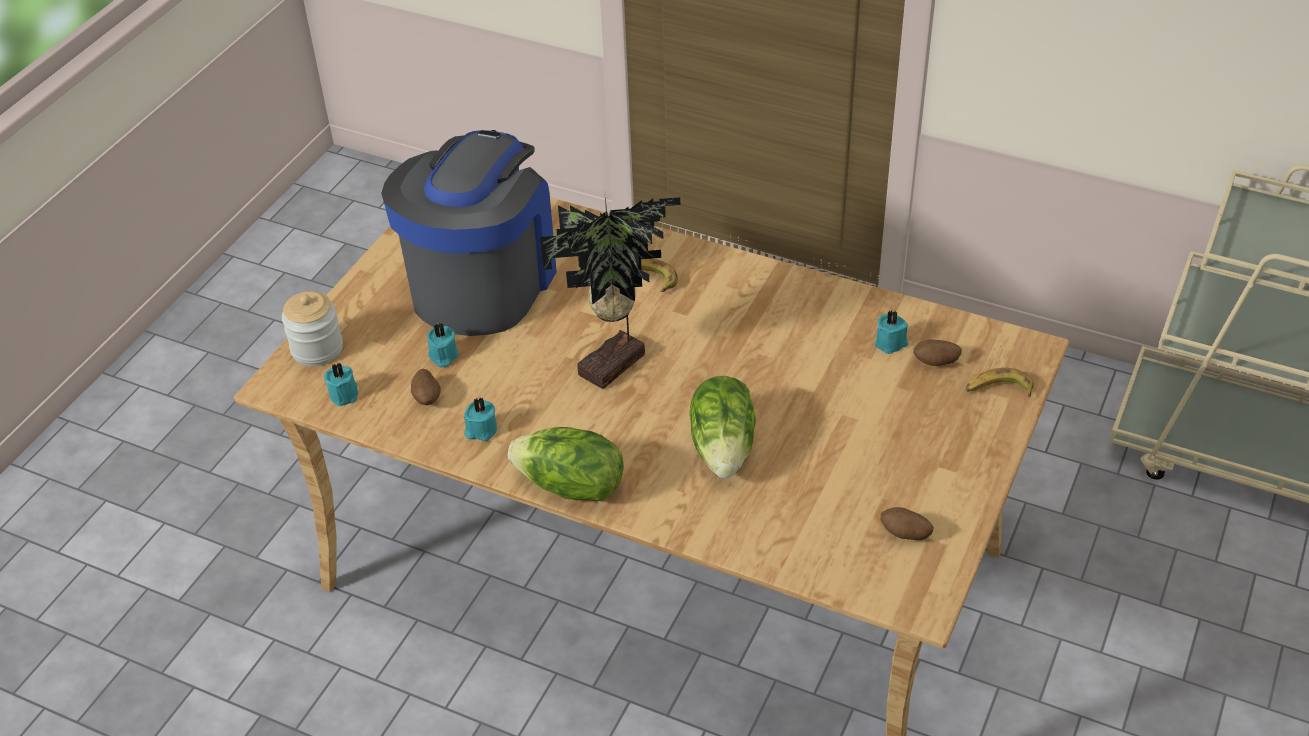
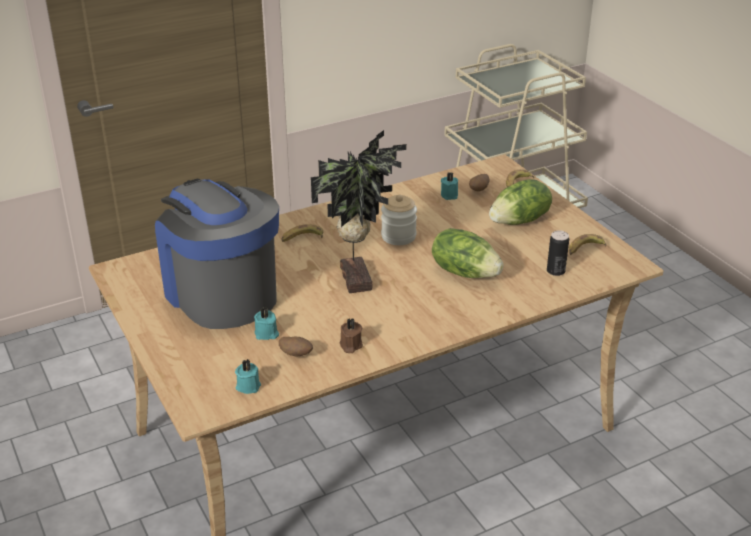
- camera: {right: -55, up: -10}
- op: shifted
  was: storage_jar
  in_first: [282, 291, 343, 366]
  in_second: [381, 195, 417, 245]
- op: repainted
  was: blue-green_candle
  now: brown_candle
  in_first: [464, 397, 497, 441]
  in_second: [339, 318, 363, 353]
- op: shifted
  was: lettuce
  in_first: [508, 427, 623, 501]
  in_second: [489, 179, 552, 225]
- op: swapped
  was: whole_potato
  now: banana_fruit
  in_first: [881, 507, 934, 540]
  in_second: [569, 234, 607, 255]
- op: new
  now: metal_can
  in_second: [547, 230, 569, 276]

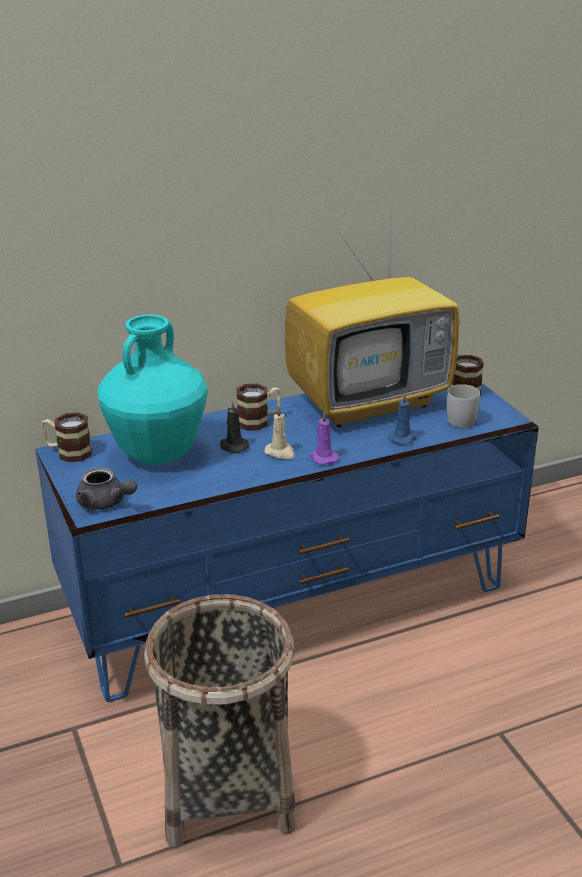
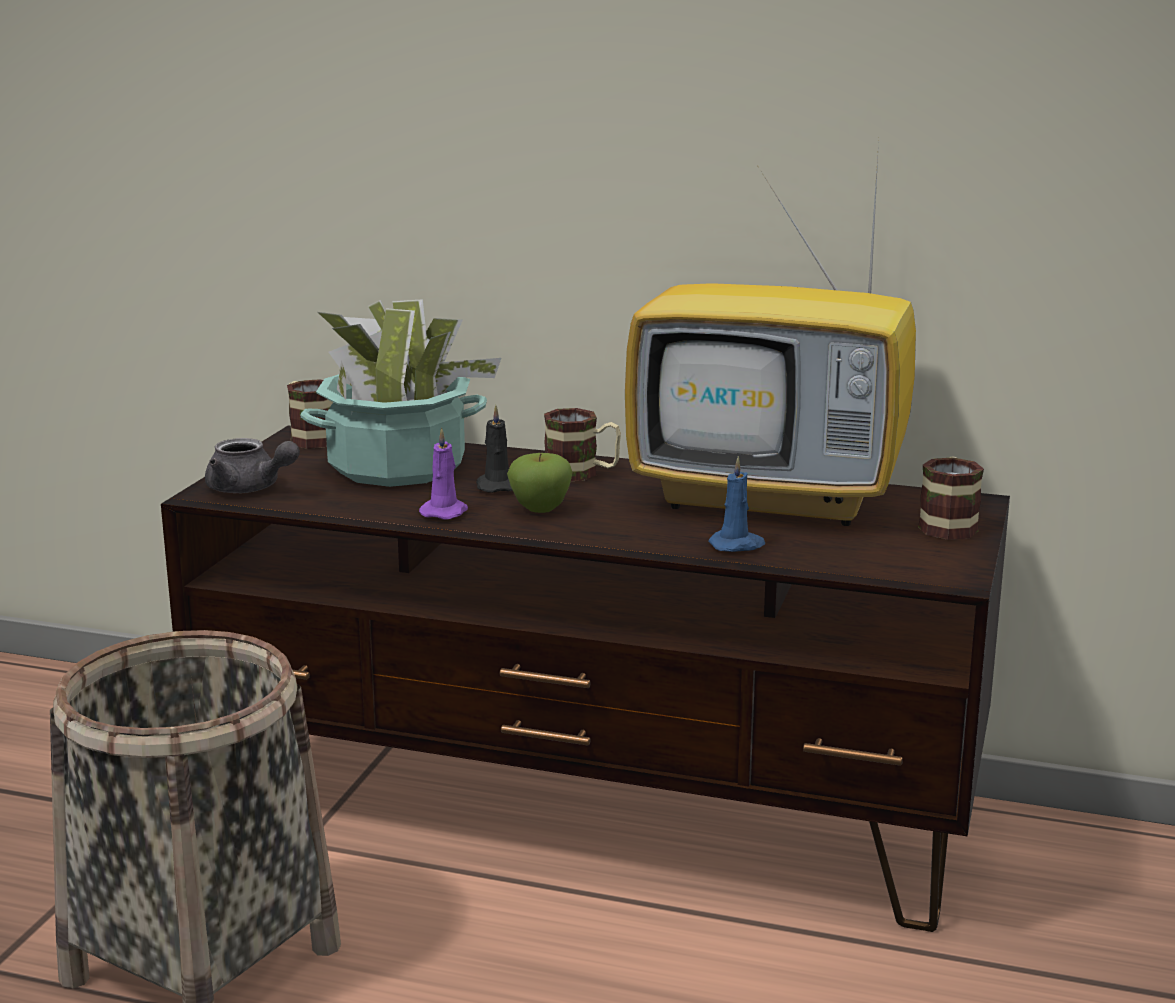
- camera: {right: 40, up: -10}
- op: swapped
  was: blue-green_flower_vase
  now: houseplant
  in_first: [97, 314, 208, 465]
  in_second: [300, 299, 501, 487]
- op: repainted
  was: bluish_media_console
  now: brown_media_console
  in_first: [35, 383, 539, 702]
  in_second: [161, 426, 1010, 932]
- op: gone
  was: white-coloured_mug
  in_first: [447, 384, 480, 428]
- op: swapped
  was: sand-coloured_candle
  now: apple
  in_first: [265, 406, 295, 459]
  in_second: [507, 453, 573, 513]
- op: shifted
  was: purple-coloured_candle
  in_first: [310, 411, 339, 465]
  in_second: [419, 428, 468, 520]
- op: rotated
  was: grey_pot_for_tea
  in_first: [76, 468, 137, 510]
  in_second: [205, 438, 300, 493]
  clockwise: -45

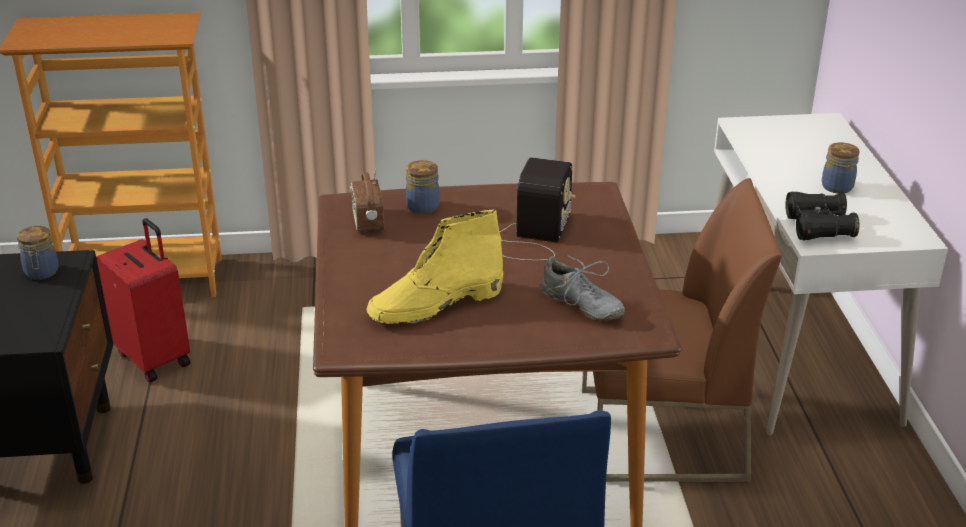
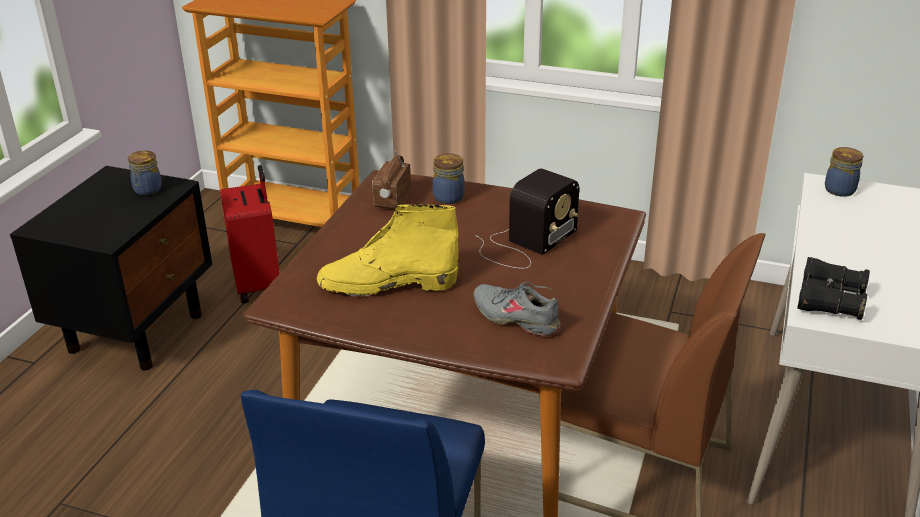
- camera: {right: 25, up: 0}
- op: shifted
  was: storage_jar
  in_first: [822, 142, 860, 194]
  in_second: [825, 147, 863, 197]
- op: rotated
  was: grey_low_shoe
  in_first: [541, 255, 625, 321]
  in_second: [474, 282, 561, 336]
  clockwise: 150

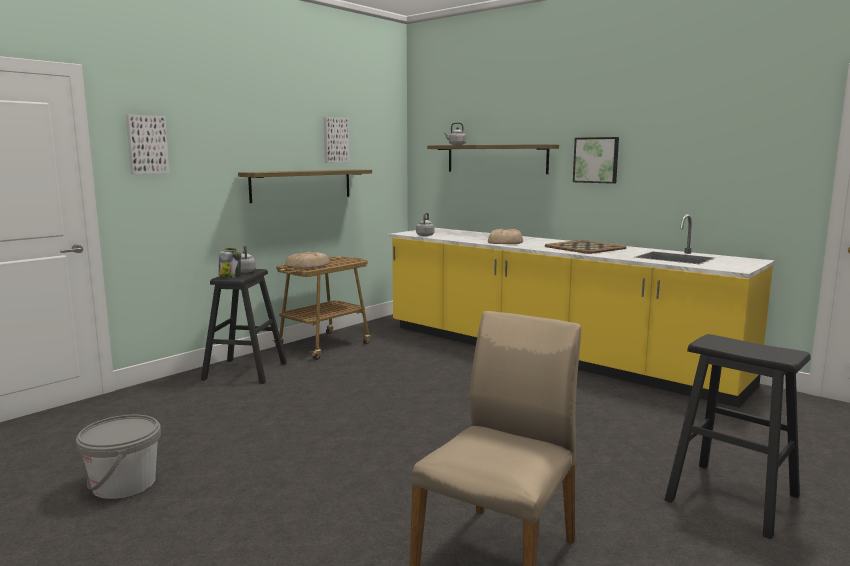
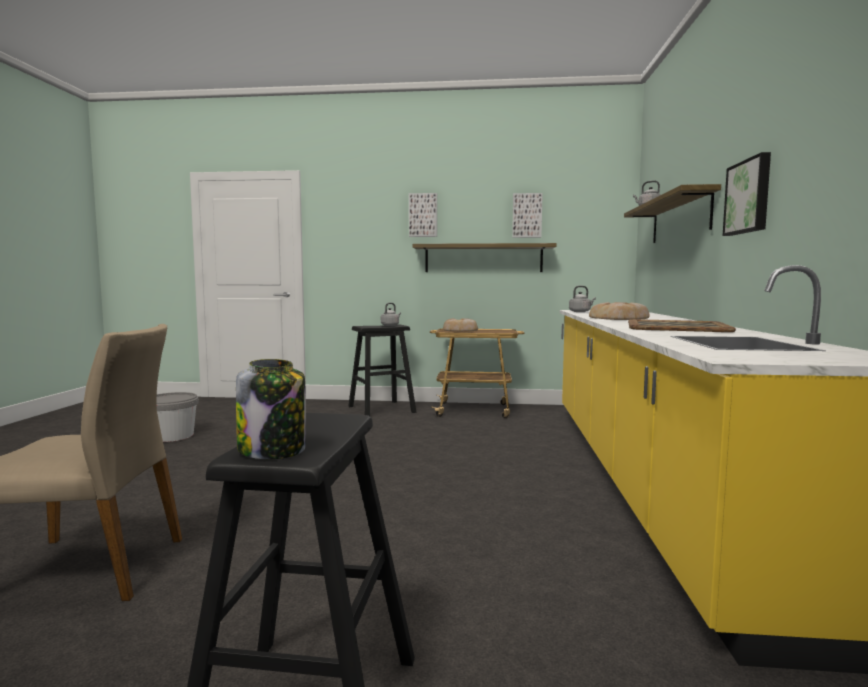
- camera: {right: 55, up: -5}
- op: shifted
  was: wall_art
  in_first: [126, 115, 170, 174]
  in_second: [409, 193, 437, 237]
- op: shifted
  was: storage_jar
  in_first: [219, 248, 241, 278]
  in_second: [236, 359, 306, 459]

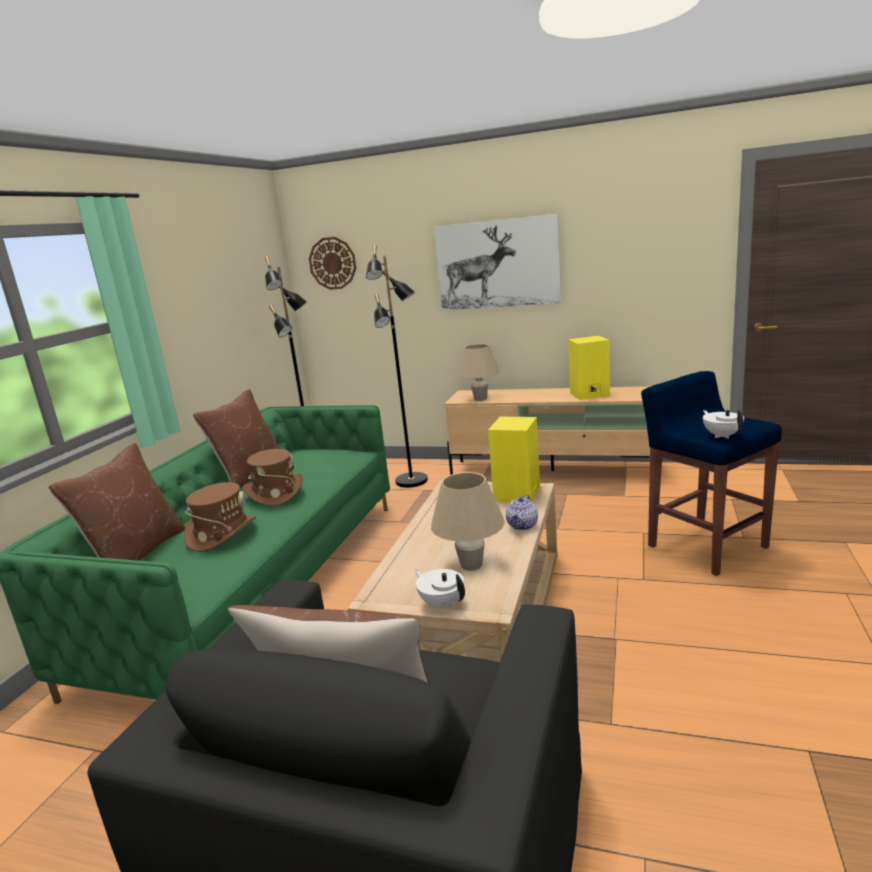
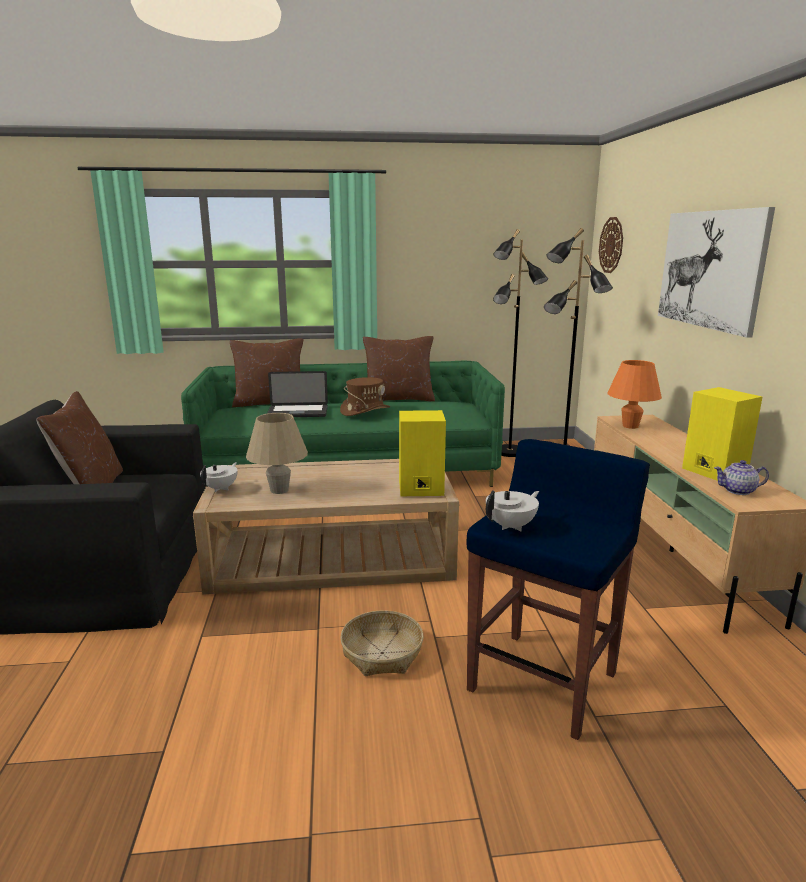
- camera: {right: 65, up: 0}
- op: repainted
  was: sand-coloured_table_lamp
  now: orange-coloured_table_lamp
  in_first: [458, 344, 500, 401]
  in_second: [607, 360, 662, 429]
- op: swapped
  was: brown_wearable_hat
  now: portable_computer
  in_first: [184, 482, 256, 552]
  in_second: [267, 371, 328, 417]
- op: shifted
  was: pot_for_tea
  in_first: [506, 495, 538, 530]
  in_second: [714, 460, 769, 495]
- op: new
  now: household_basket
  in_second: [341, 610, 424, 676]

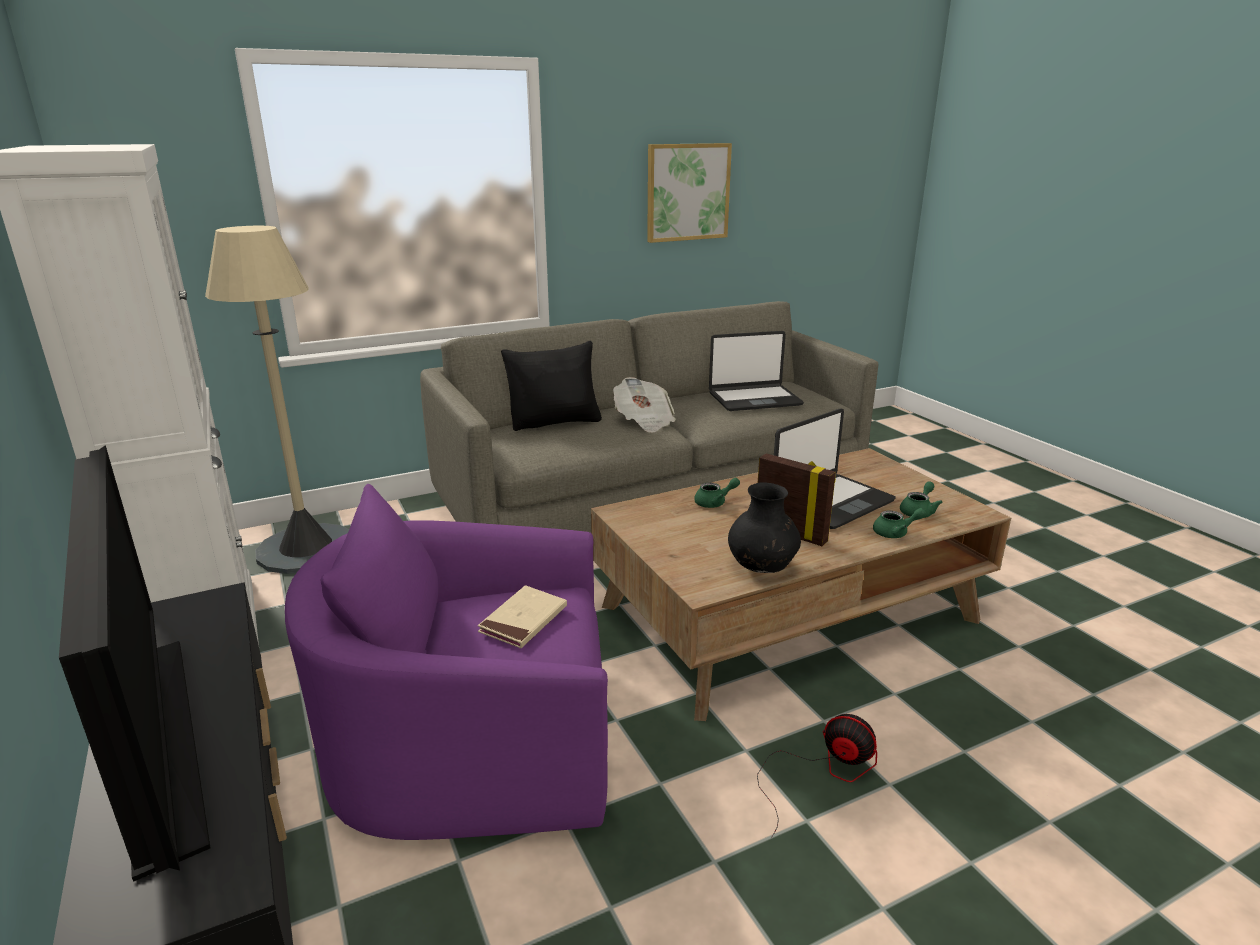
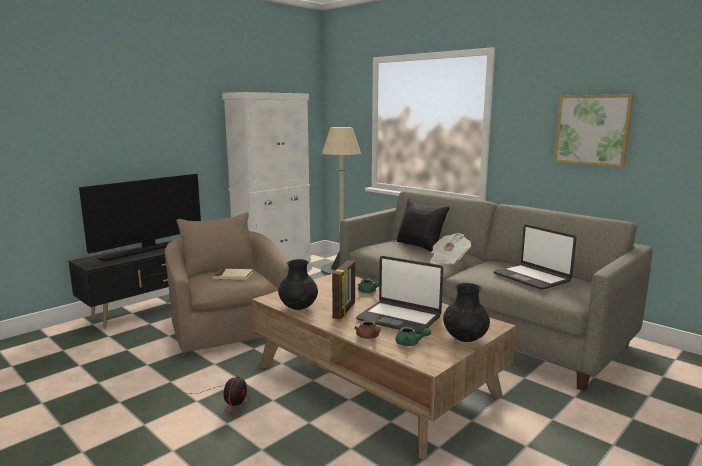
- camera: {right: 70, up: -10}
- op: repainted
  was: purple-coloured_armchair
  now: sand-coloured_armchair
  in_first: [285, 484, 608, 840]
  in_second: [165, 212, 289, 353]
- op: repainted
  was: greenish_pot_for_tea
  now: brown_pot_for_tea
  in_first: [873, 508, 926, 538]
  in_second: [354, 320, 381, 339]
- op: new
  now: black-coloured_flower_vase
  in_second: [443, 283, 490, 342]

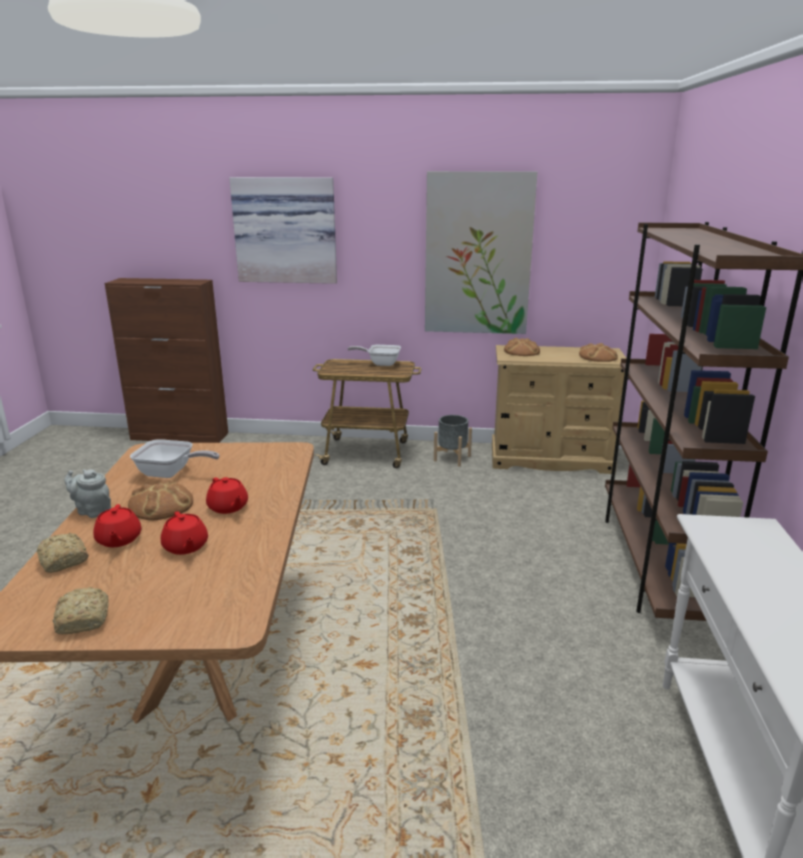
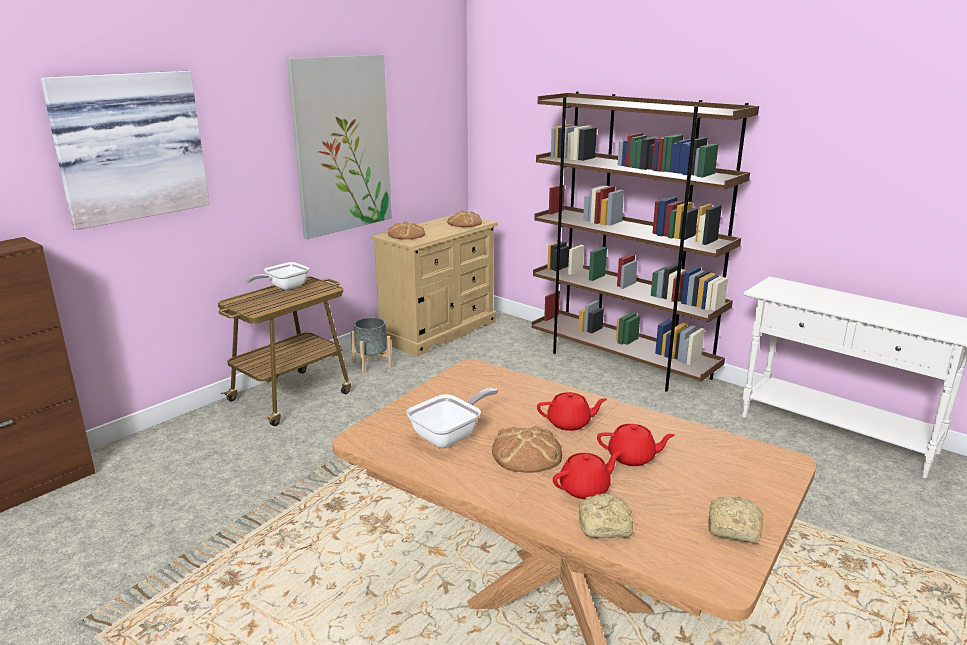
- camera: {right: -55, up: 0}
- op: gone
  was: grey_pot_for_tea
  in_first: [64, 469, 111, 518]
- op: rotated
  was: red_pot_for_tea
  in_first: [93, 504, 142, 547]
  in_second: [553, 451, 621, 499]
  clockwise: -45

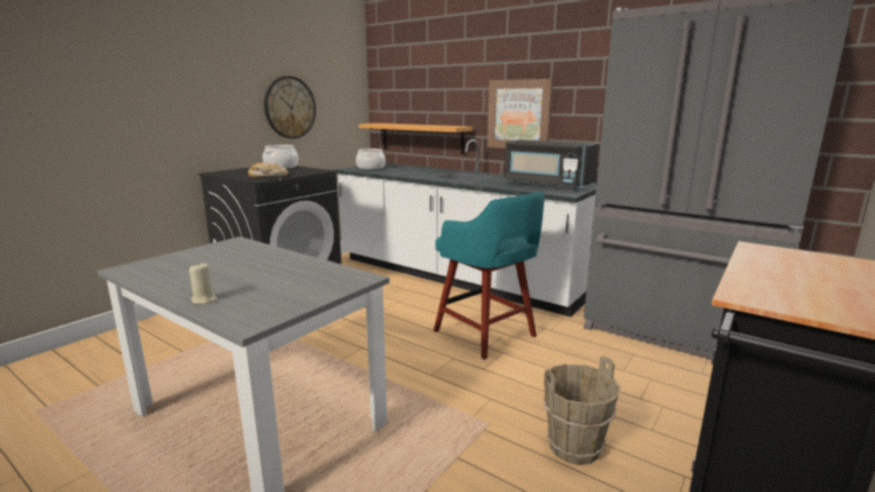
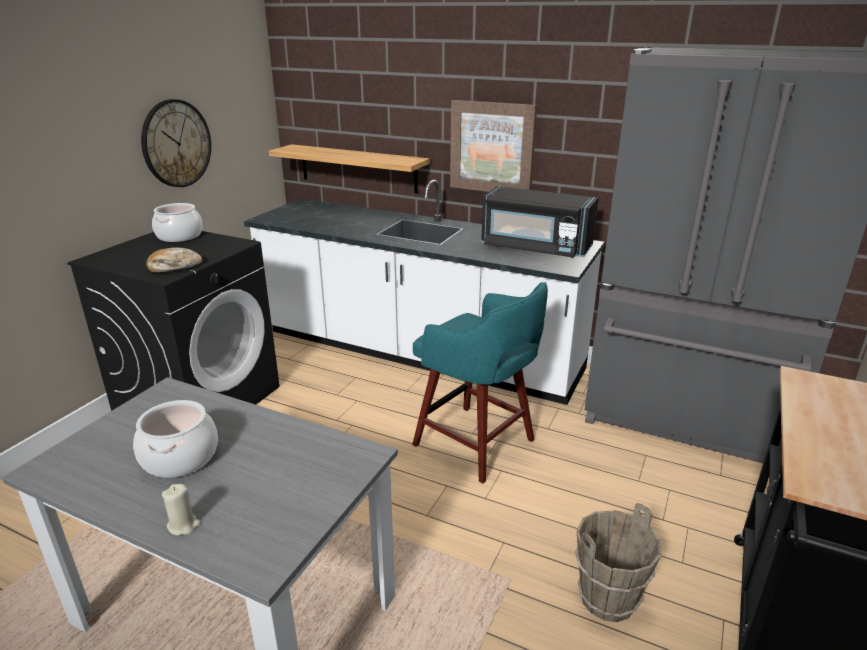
- camera: {right: -10, up: 10}
- op: shifted
  was: cooking_pot
  in_first: [356, 149, 386, 170]
  in_second: [133, 400, 218, 478]

